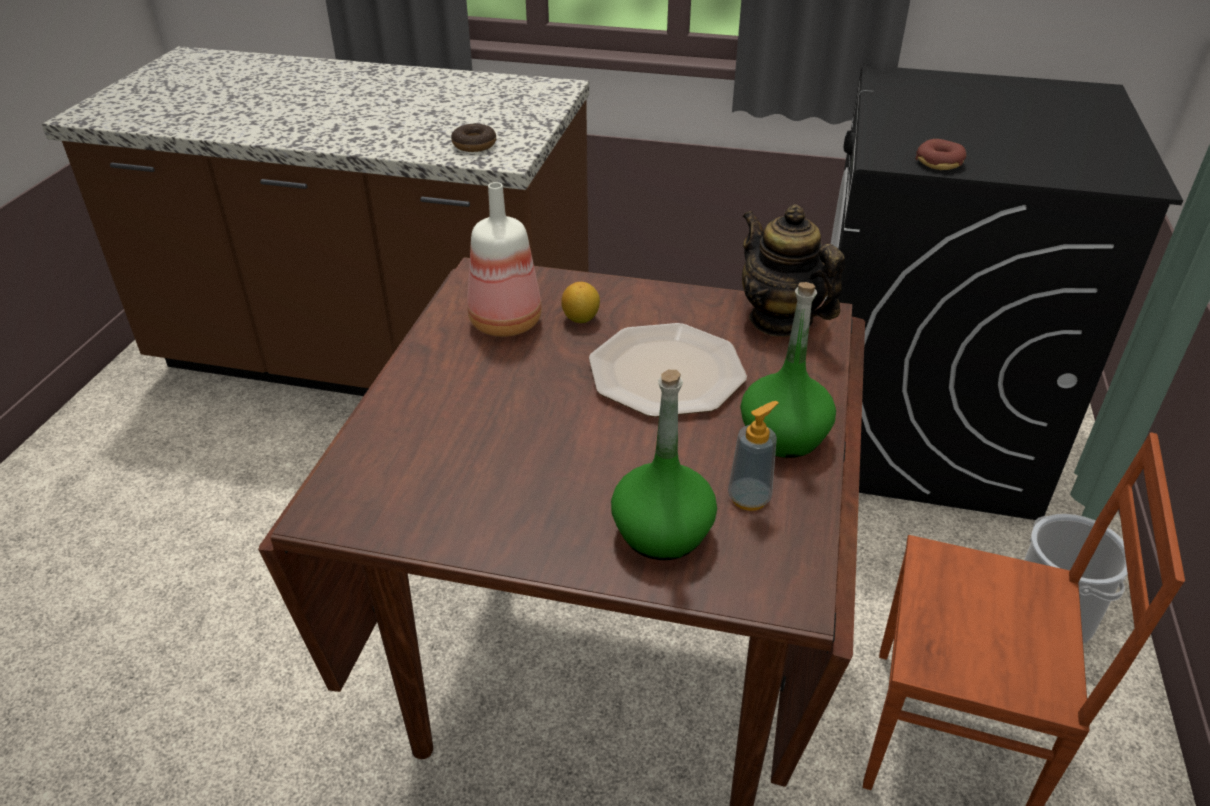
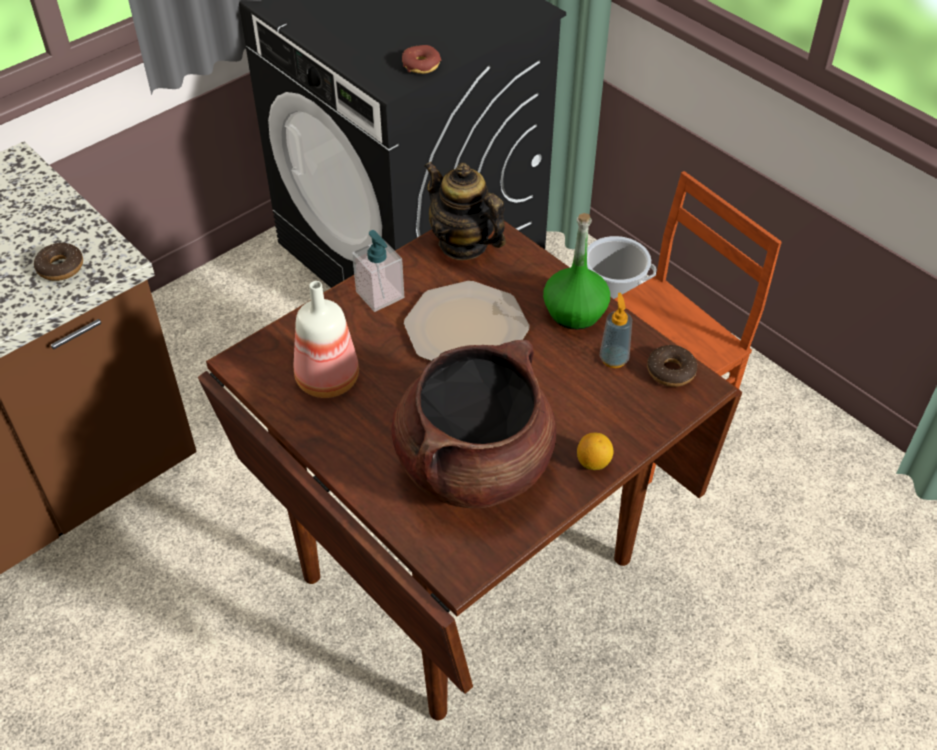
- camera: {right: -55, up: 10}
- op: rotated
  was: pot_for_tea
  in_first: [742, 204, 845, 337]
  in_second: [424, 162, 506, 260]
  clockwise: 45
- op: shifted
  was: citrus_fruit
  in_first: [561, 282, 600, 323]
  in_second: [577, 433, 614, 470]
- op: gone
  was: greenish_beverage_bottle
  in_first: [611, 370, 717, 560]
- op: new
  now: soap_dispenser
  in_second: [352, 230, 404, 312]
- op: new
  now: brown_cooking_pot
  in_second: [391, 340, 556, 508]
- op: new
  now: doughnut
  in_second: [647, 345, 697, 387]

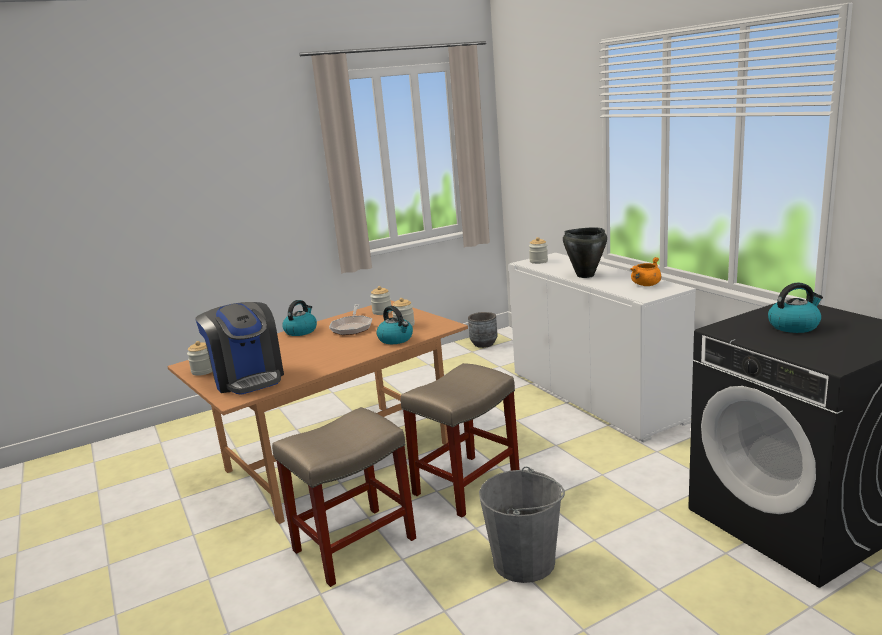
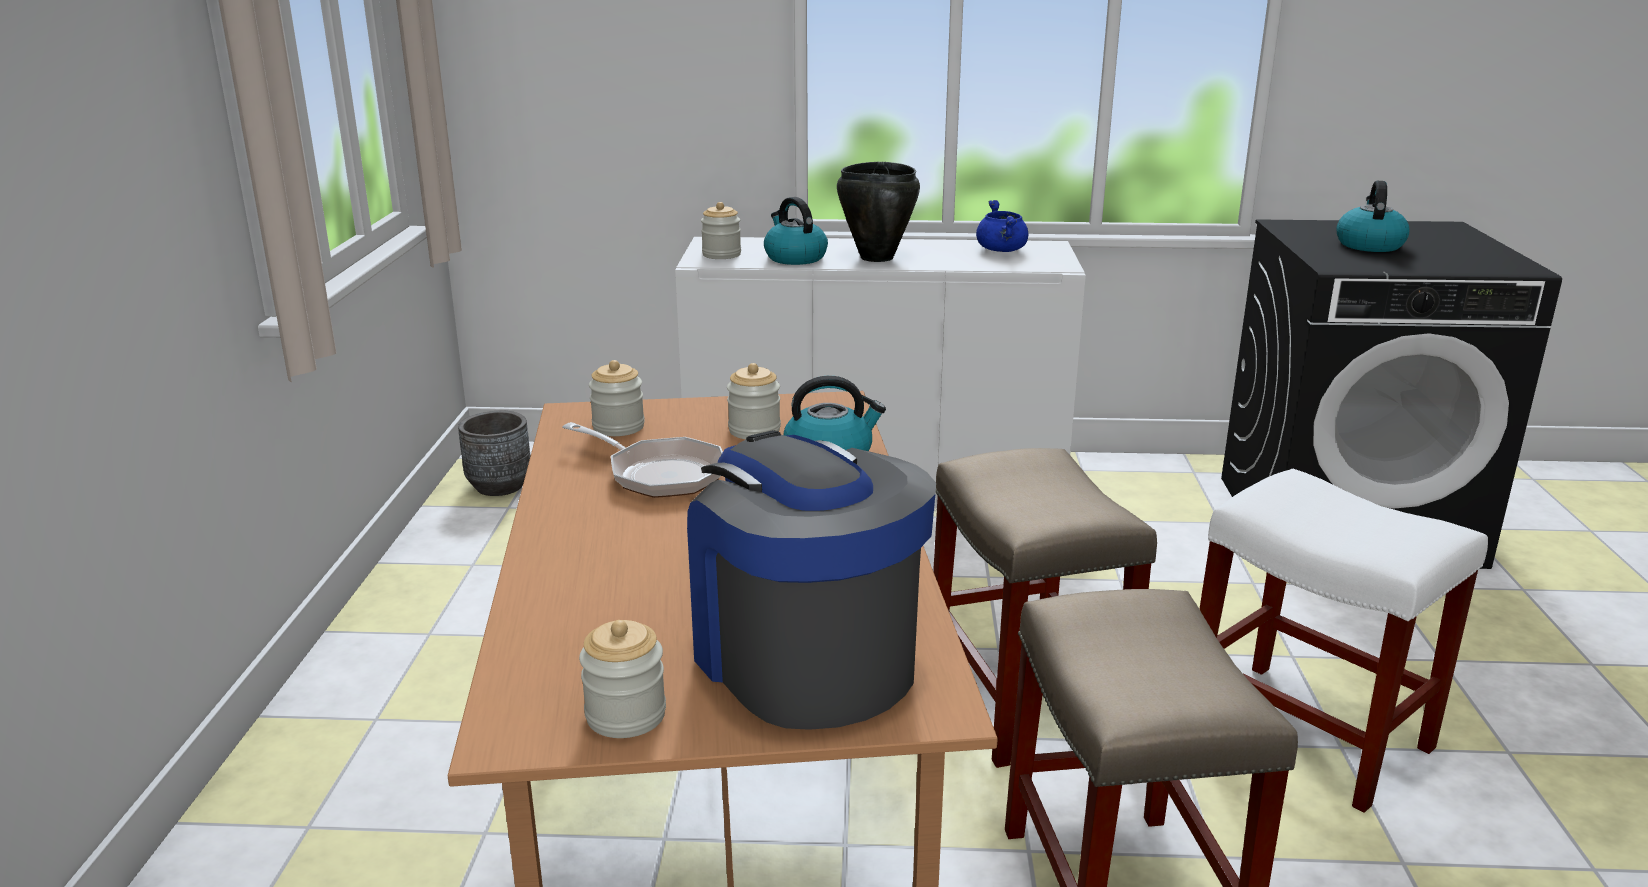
- camera: {right: -60, up: 5}
- op: repainted
  was: orange-coloured_cooking_pot
  now: bluish_cooking_pot
  in_first: [630, 257, 661, 286]
  in_second: [976, 200, 1028, 252]
- op: shifted
  was: water_kettle
  in_first: [282, 300, 317, 336]
  in_second: [764, 197, 828, 265]
- op: rotated
  was: coffee_brewer
  in_first: [196, 302, 284, 395]
  in_second: [687, 430, 936, 730]
  clockwise: -120
- op: swapped
  was: grey_bucket
  now: white-coloured_sitting_stool
  in_first: [479, 467, 565, 583]
  in_second: [1200, 469, 1488, 813]

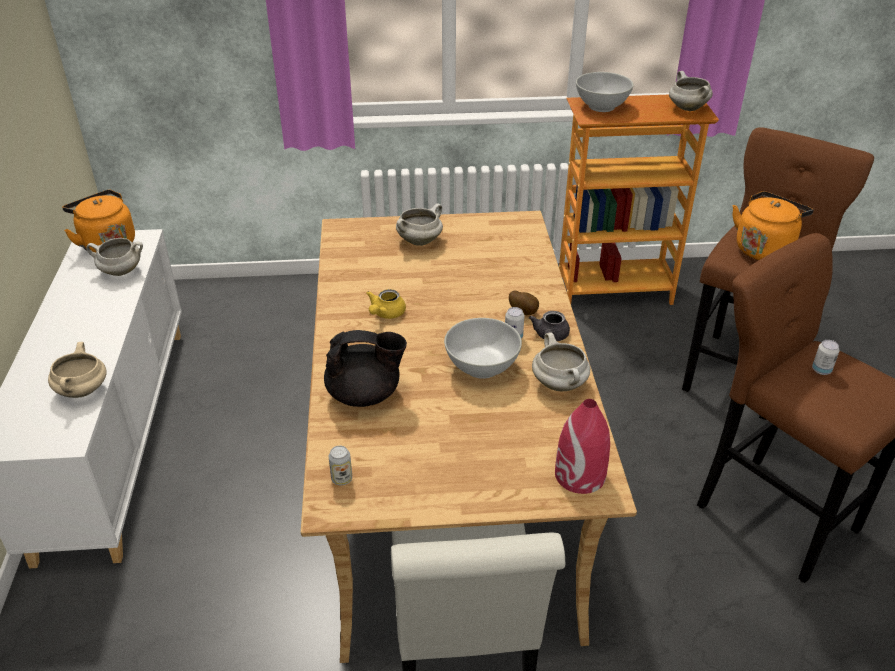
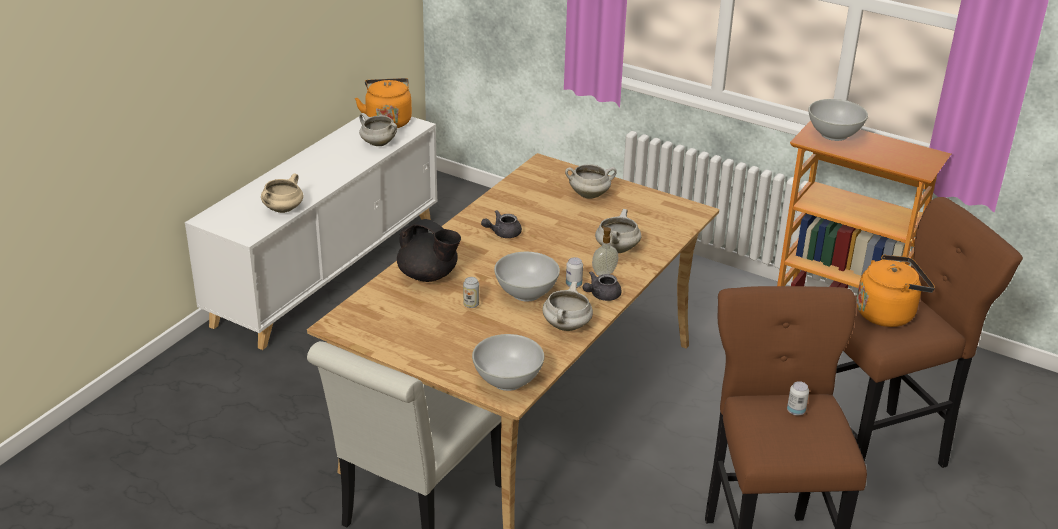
- camera: {right: 35, up: -5}
- op: shifted
  was: white-coloured_cooking_pot
  in_first: [669, 71, 713, 111]
  in_second: [595, 209, 641, 253]
- op: repainted
  was: yellow_pot_for_tea
  now: grey_pot_for_tea
  in_first: [366, 289, 406, 319]
  in_second: [481, 210, 522, 238]
- op: swapped
  was: whole_potato
  now: soap_dispenser
  in_first: [509, 290, 539, 315]
  in_second: [592, 226, 618, 276]
- op: swapped
  was: red_flower_vase
  now: white-coloured_deep_dish
  in_first: [555, 399, 610, 494]
  in_second: [472, 334, 544, 391]
- op: shifted
  was: metal_can
  in_first: [329, 446, 352, 486]
  in_second: [463, 277, 479, 308]

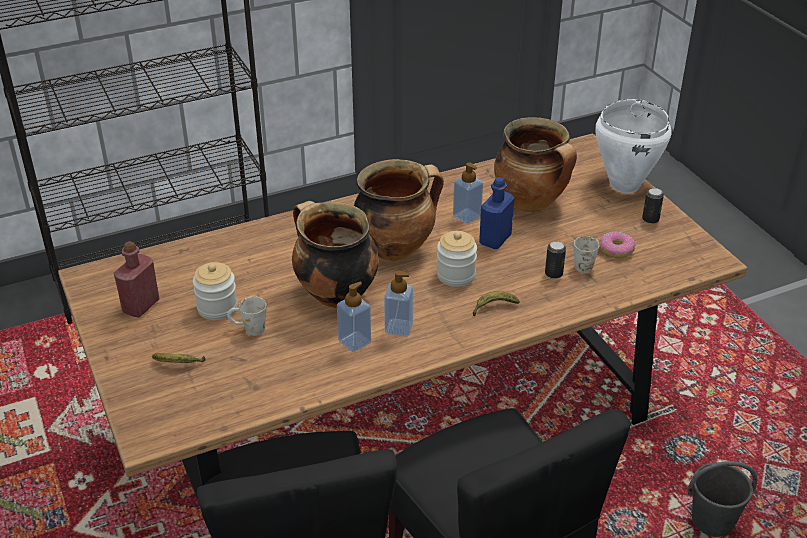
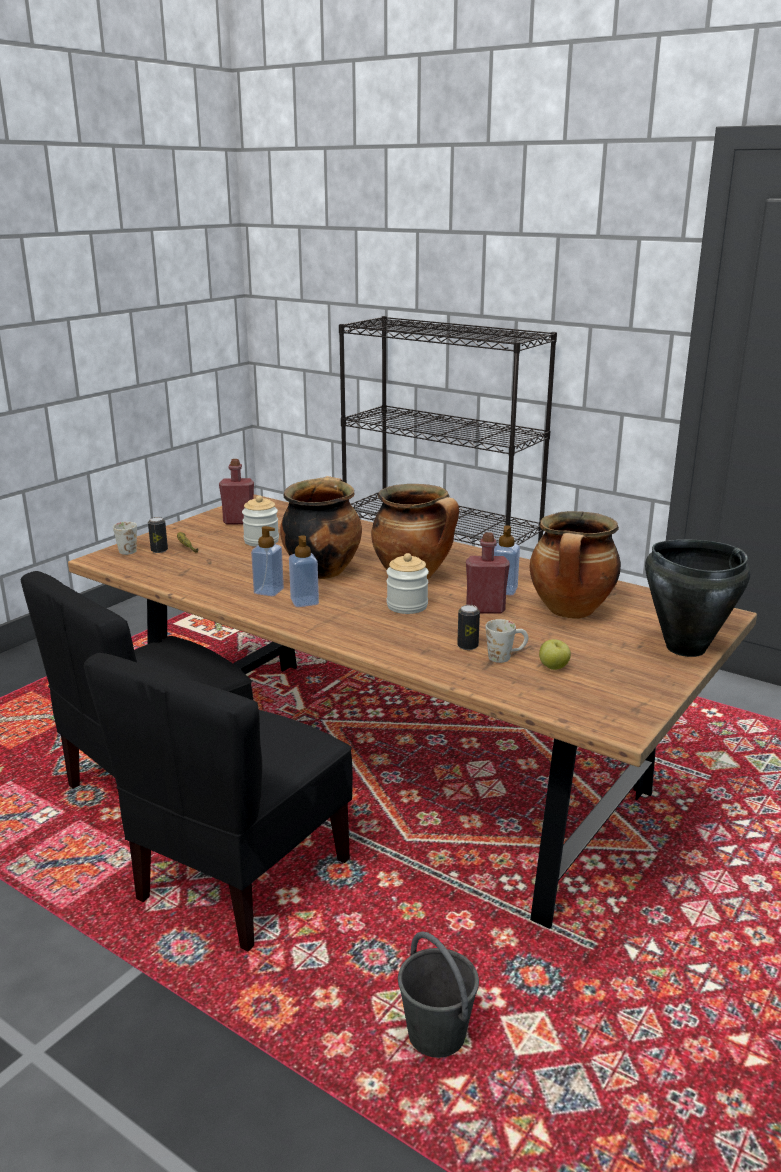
- camera: {right: 60, up: -15}
- op: repainted
  was: white-coloured_cooking_pot
  now: black-coloured_cooking_pot
  in_first: [595, 99, 671, 193]
  in_second: [645, 540, 750, 657]
- op: repainted
  was: bluish_beverage_bottle
  now: red_beverage_bottle
  in_first: [479, 177, 514, 249]
  in_second: [466, 532, 510, 614]
- op: shifted
  was: metal_can
  in_first: [642, 188, 664, 224]
  in_second: [148, 517, 168, 553]
- op: swapped
  was: doughnut
  now: apple
  in_first: [599, 231, 635, 258]
  in_second: [539, 639, 571, 670]
- op: gone
  was: banana_fruit
  in_first: [473, 291, 520, 316]
- op: shifted
  was: white-coloured_mug
  in_first: [227, 297, 266, 336]
  in_second: [113, 522, 137, 555]

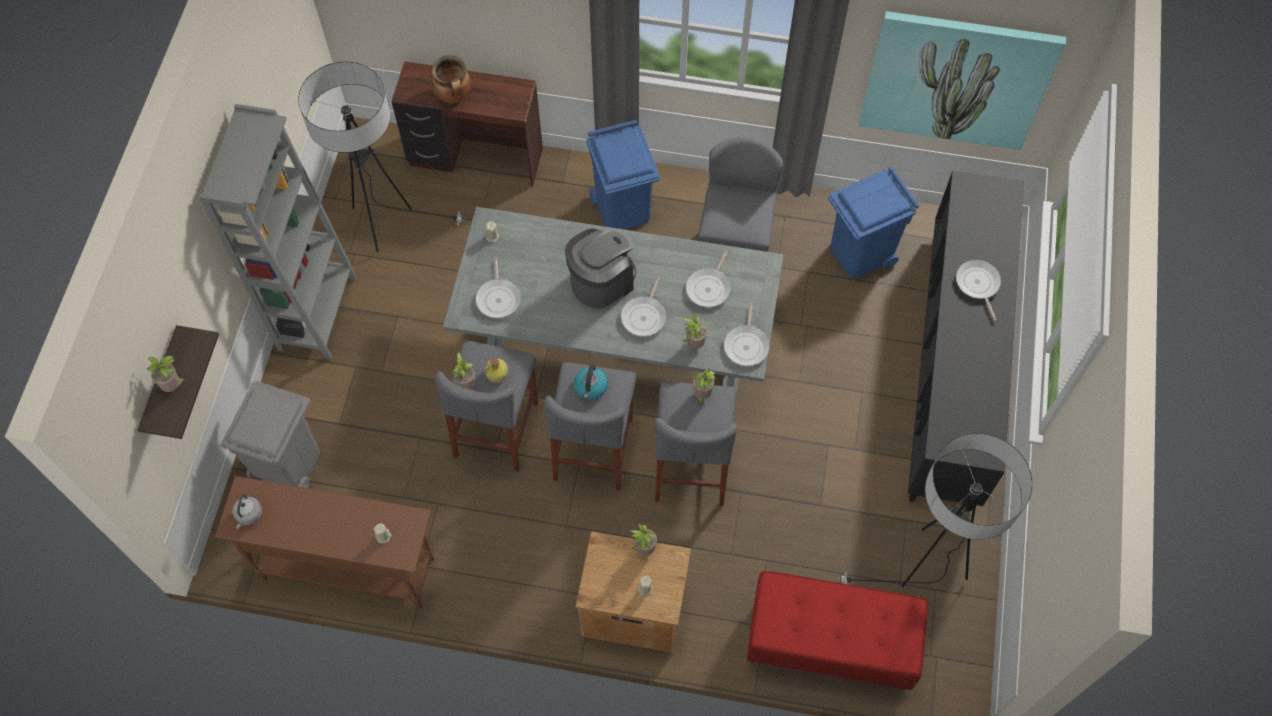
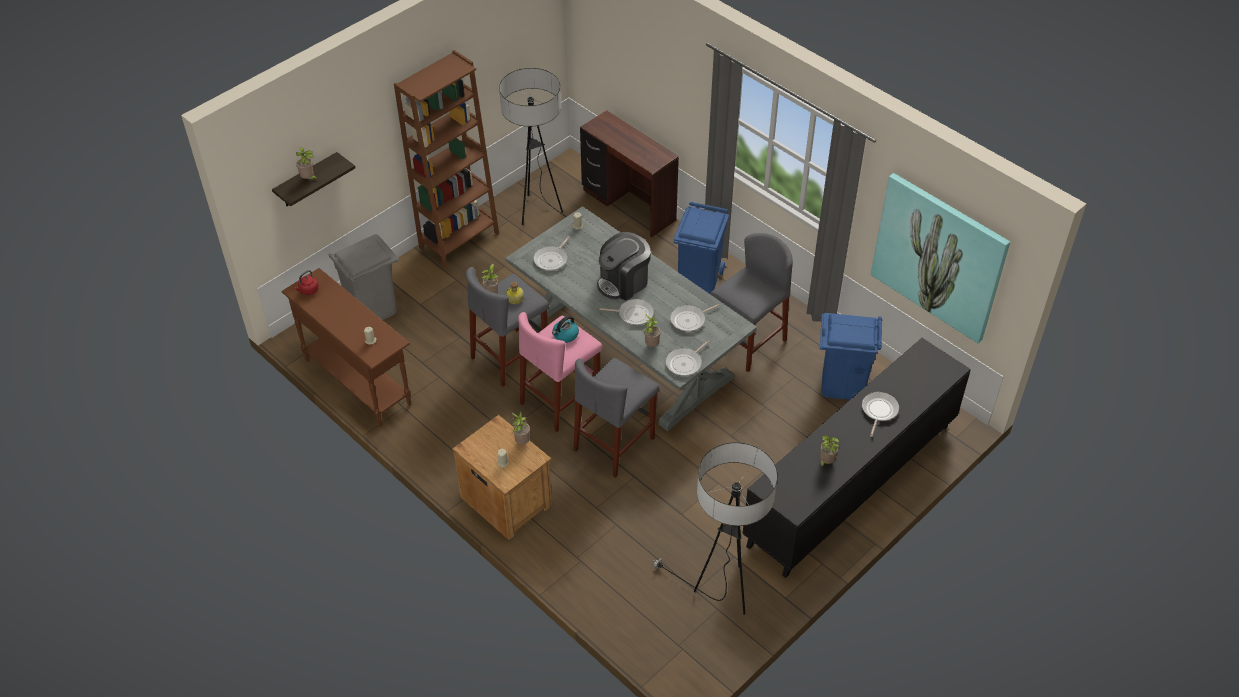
- camera: {right: 35, up: -15}
- op: gone
  was: cooking_pot
  in_first: [431, 55, 471, 104]
- op: repainted
  was: grey_bookcase
  now: brown_bookcase
  in_first: [200, 104, 357, 360]
  in_second: [394, 50, 499, 269]
- op: rotated
  was: coffee_brewer
  in_first: [565, 228, 636, 309]
  in_second: [597, 232, 651, 300]
  clockwise: 150
- op: rotated
  was: skillet
  in_first: [621, 277, 666, 336]
  in_second: [600, 299, 654, 325]
  clockwise: -135
- op: repainted
  was: grey_sitting_stool
  now: pink-coloured_sitting_stool
  in_first: [544, 362, 636, 491]
  in_second: [518, 312, 602, 432]
- op: shifted
  was: houseplant
  in_first: [692, 369, 715, 406]
  in_second: [819, 436, 840, 468]
- op: repainted
  was: grey_water_kettle
  now: red_water_kettle
  in_first: [232, 494, 262, 529]
  in_second: [293, 270, 319, 295]
- op: gone
  was: red_indoor_bench
  in_first: [747, 571, 928, 690]

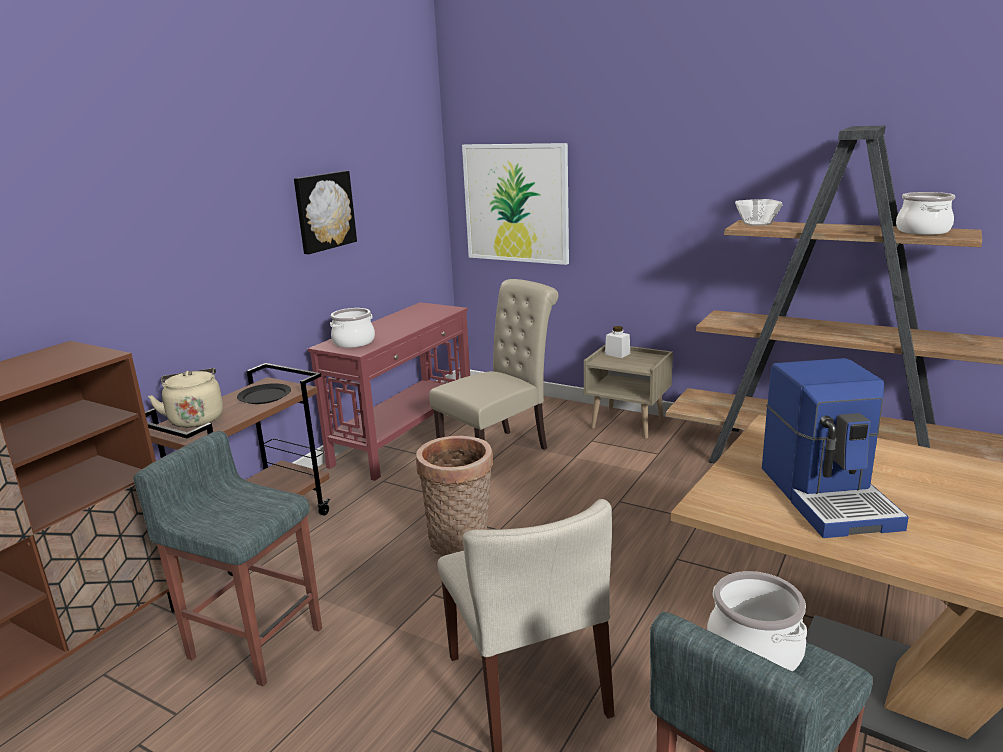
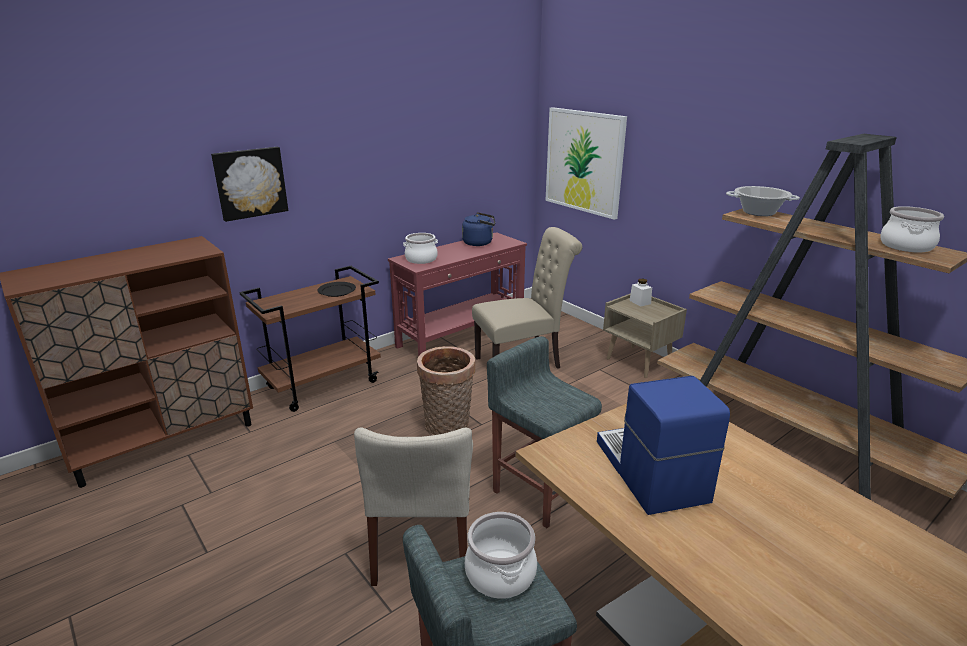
- camera: {right: 20, up: 5}
- op: shifted
  was: wall_art
  in_first: [294, 171, 357, 254]
  in_second: [211, 147, 288, 222]
- op: swapped
  was: deep_dish
  now: cooking_pot
  in_first: [735, 199, 783, 226]
  in_second: [726, 186, 800, 216]
- op: rotated
  was: coffee_brewer
  in_first: [762, 358, 909, 538]
  in_second: [597, 376, 730, 515]
  clockwise: 150
- op: gone
  was: sand-coloured_water_kettle
  in_first: [148, 368, 223, 428]
- op: shifted
  was: grey_sitting_stool
  in_first: [133, 431, 322, 686]
  in_second: [487, 336, 602, 528]
- op: new
  now: bluish_water_kettle
  in_second: [462, 212, 495, 246]

